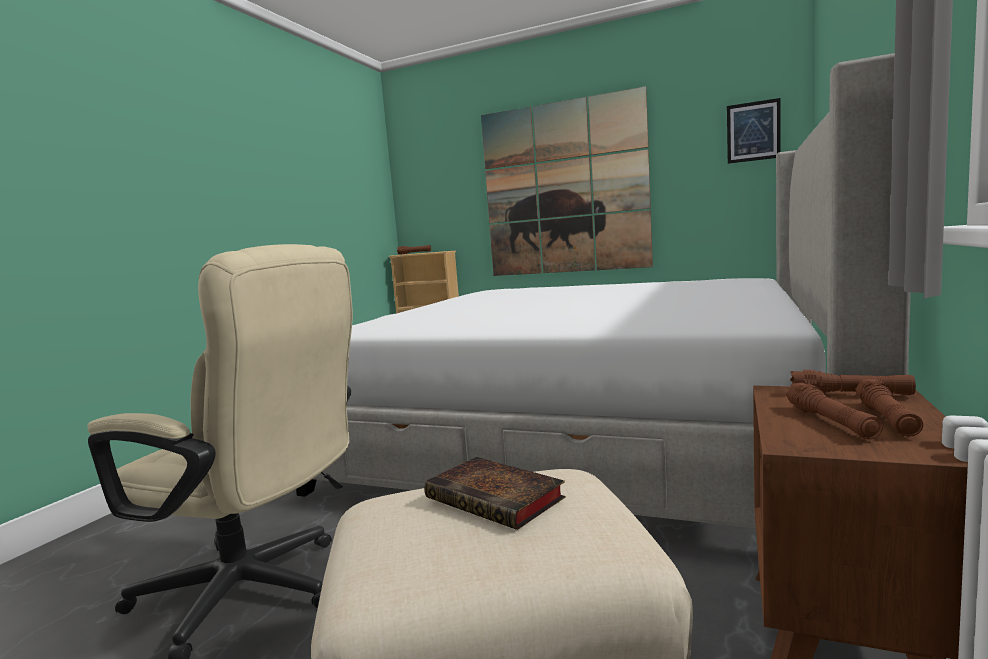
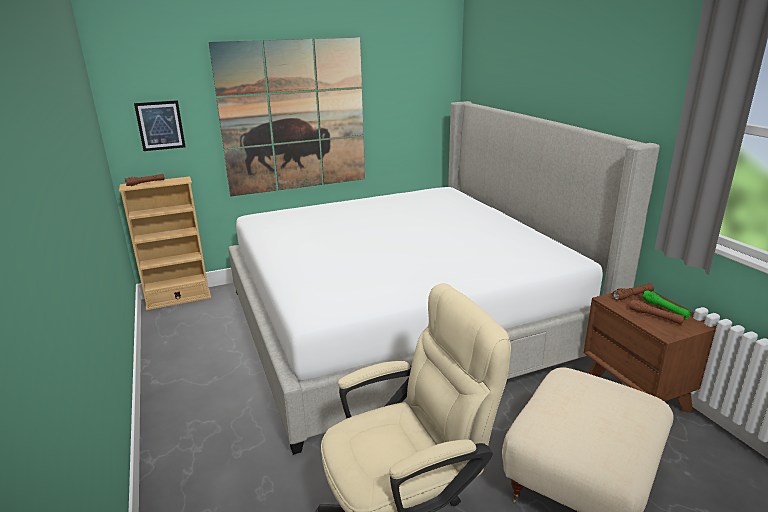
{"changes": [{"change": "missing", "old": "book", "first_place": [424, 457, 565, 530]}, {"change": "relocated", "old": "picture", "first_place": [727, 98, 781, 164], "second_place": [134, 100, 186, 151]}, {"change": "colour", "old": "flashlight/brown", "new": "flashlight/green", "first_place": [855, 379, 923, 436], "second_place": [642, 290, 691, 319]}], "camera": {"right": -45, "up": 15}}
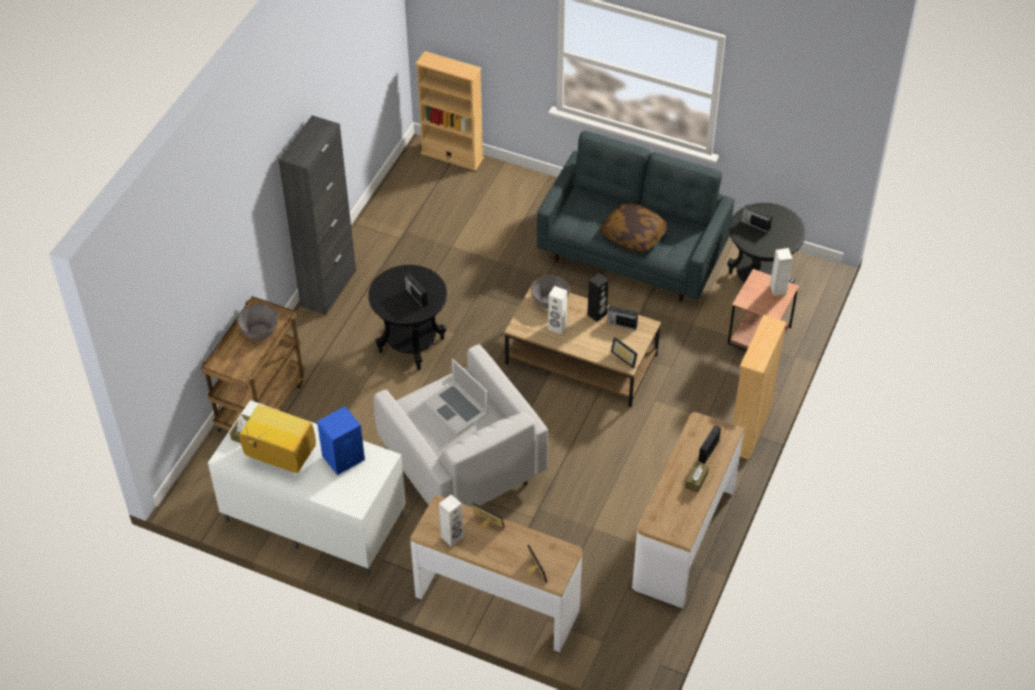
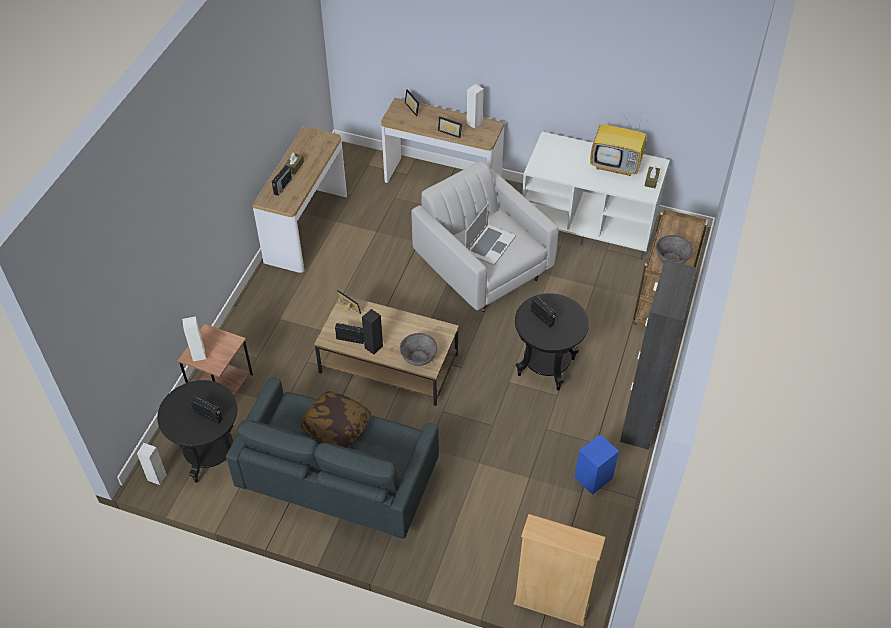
{"changes": [{"change": "relocated", "old": "speaker/blue", "first_place": [317, 406, 365, 475], "second_place": [574, 434, 619, 495]}, {"change": "spun", "old": "laptop", "first_place": [423, 358, 488, 435], "second_place": [465, 203, 516, 265], "degrees": 75}, {"change": "relocated", "old": "speaker/white", "first_place": [548, 286, 567, 334], "second_place": [137, 443, 167, 485]}, {"change": "missing", "old": "bookcase/beige", "first_place": [733, 315, 786, 460]}], "camera": {"right": 175, "up": 0}}
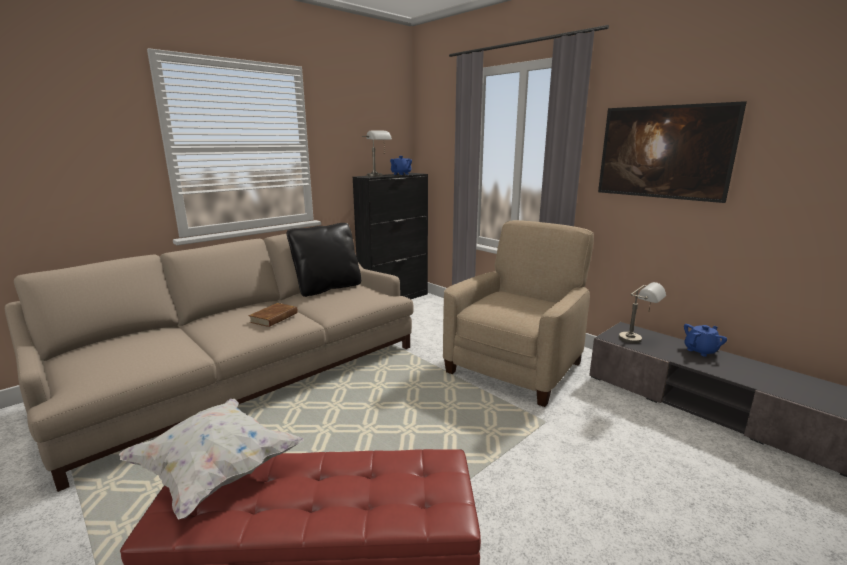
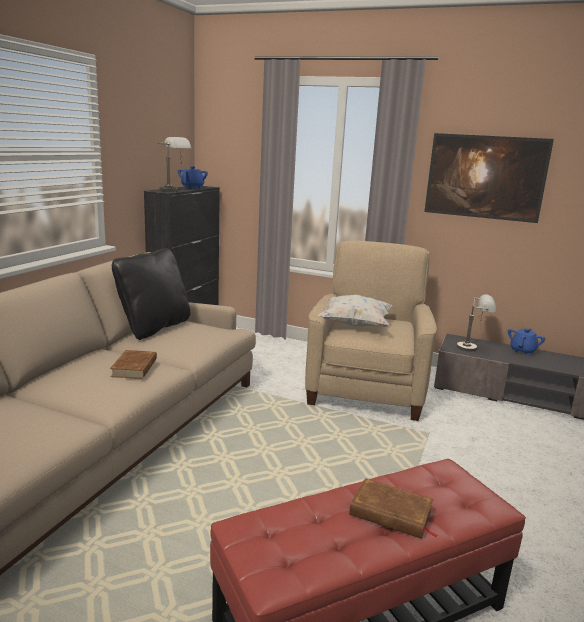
{"changes": [{"change": "relocated", "old": "pillow/white", "first_place": [119, 399, 304, 520], "second_place": [318, 295, 392, 327]}, {"change": "appeared", "new": "book/brown", "second_place": [349, 478, 439, 539]}], "camera": {"right": -25, "up": 0}}
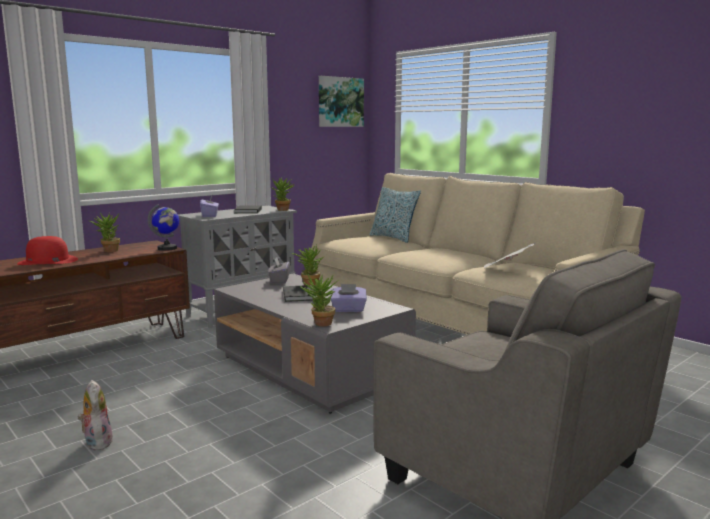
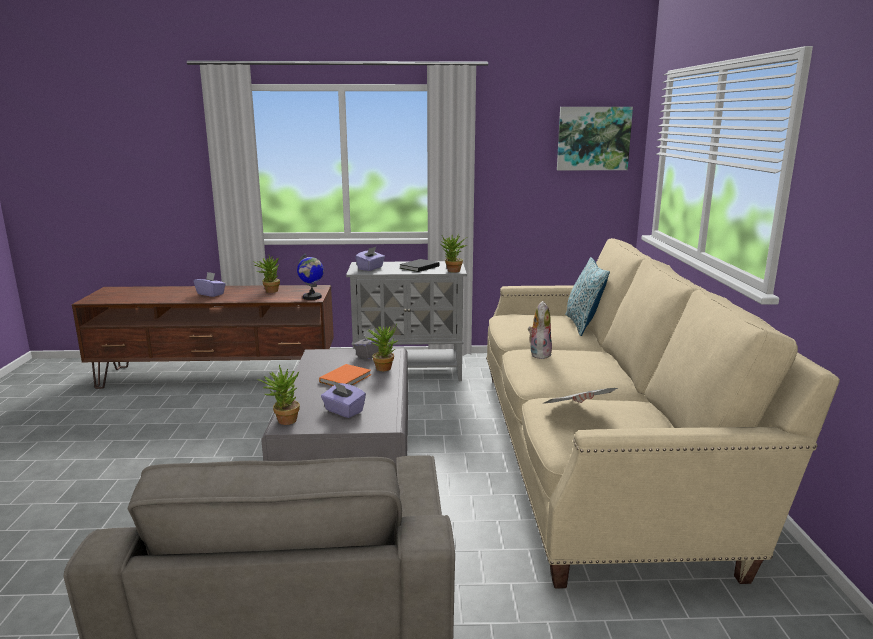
{"changes": [{"change": "exchanged", "old": "hat/red", "new": "tissue box/purple", "first_place": [17, 236, 78, 265], "second_place": [193, 272, 226, 297]}, {"change": "relocated", "old": "plush toy", "first_place": [78, 380, 113, 450], "second_place": [528, 301, 552, 359]}, {"change": "colour", "old": "book/black", "new": "book/orange", "first_place": [283, 285, 314, 302], "second_place": [319, 364, 371, 386]}], "camera": {"right": 40, "up": 5}}
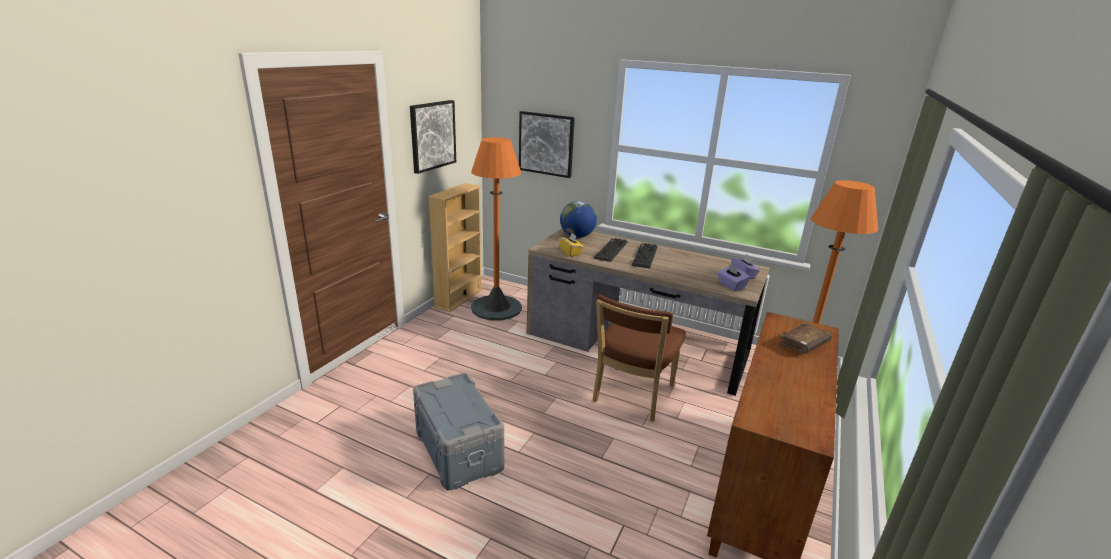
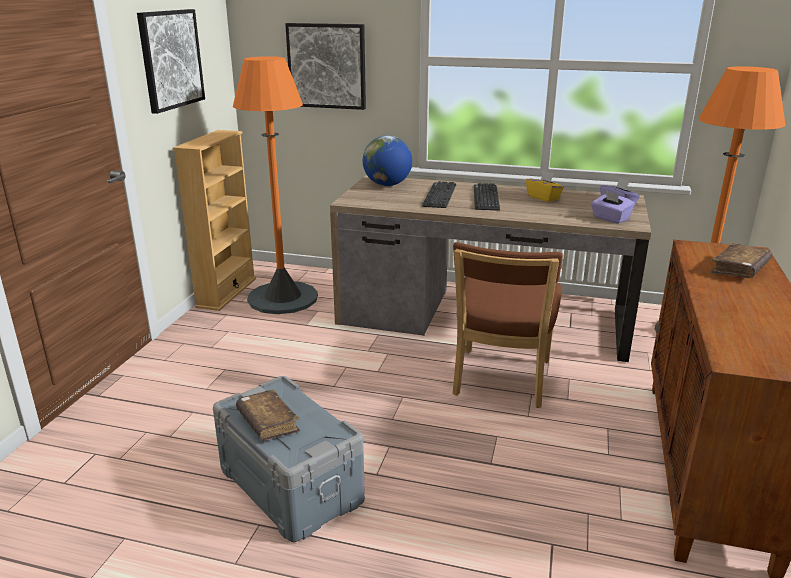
{"changes": [{"change": "relocated", "old": "tissue box/yellow", "first_place": [559, 233, 584, 257], "second_place": [526, 171, 564, 202]}, {"change": "appeared", "new": "book/brown", "second_place": [236, 389, 300, 440]}], "camera": {"right": -10, "up": 0}}
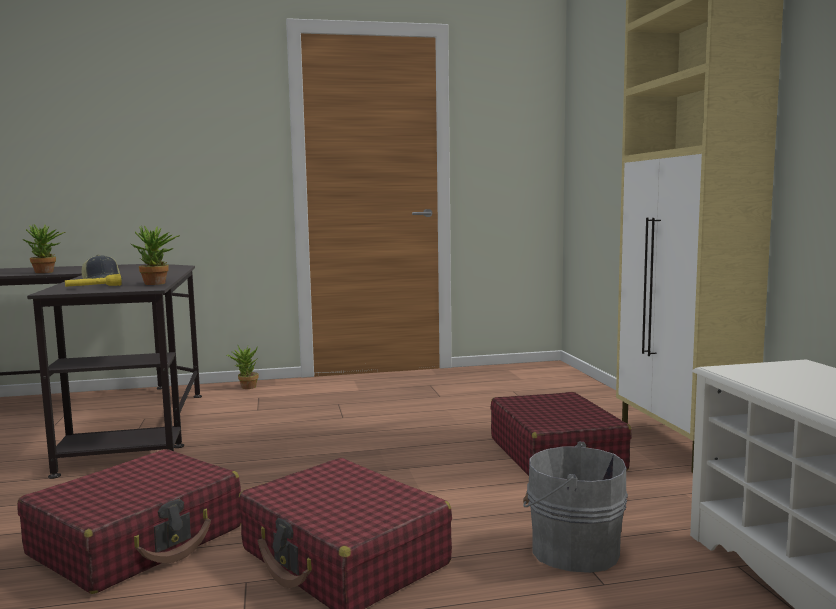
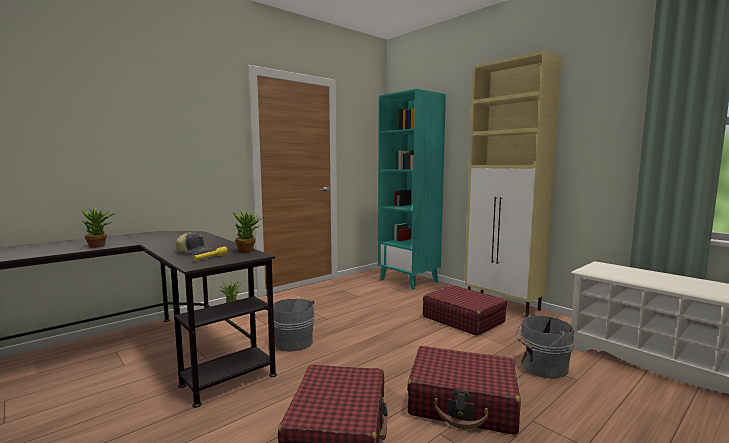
{"changes": [{"change": "appeared", "new": "bucket/grey", "second_place": [273, 299, 315, 352]}, {"change": "appeared", "new": "bookcase/turquoise", "second_place": [378, 89, 446, 290]}], "camera": {"right": -30, "up": 0}}
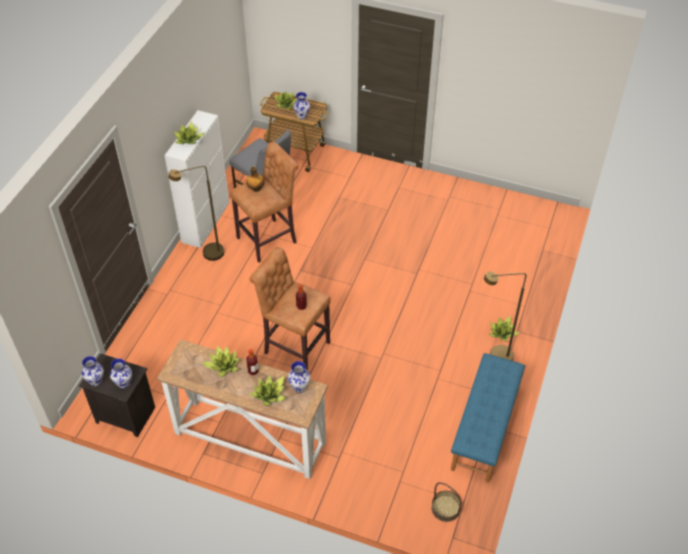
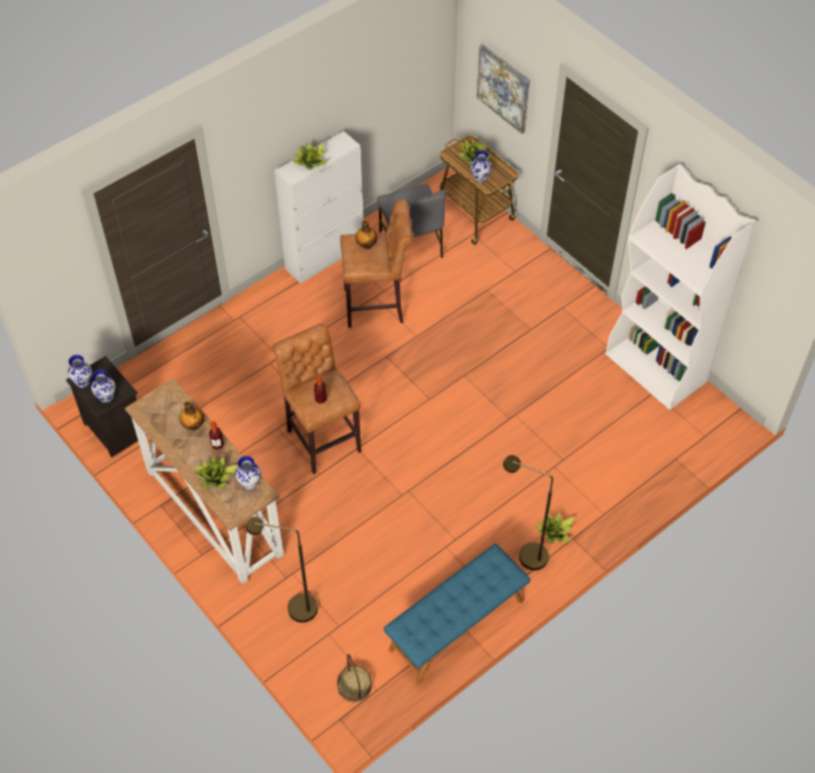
{"changes": [{"change": "relocated", "old": "floor lamp/brown", "first_place": [168, 166, 224, 261], "second_place": [245, 517, 318, 623]}, {"change": "exchanged", "old": "potted plant", "new": "bottle", "first_place": [201, 346, 239, 377], "second_place": [179, 401, 204, 430]}, {"change": "appeared", "new": "picture", "second_place": [477, 43, 530, 134]}, {"change": "appeared", "new": "bookcase/white", "second_place": [606, 164, 756, 410]}], "camera": {"right": 30, "up": 5}}
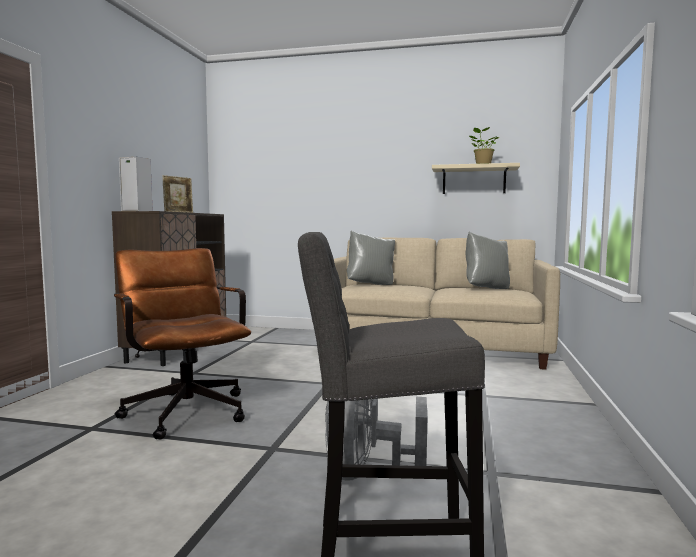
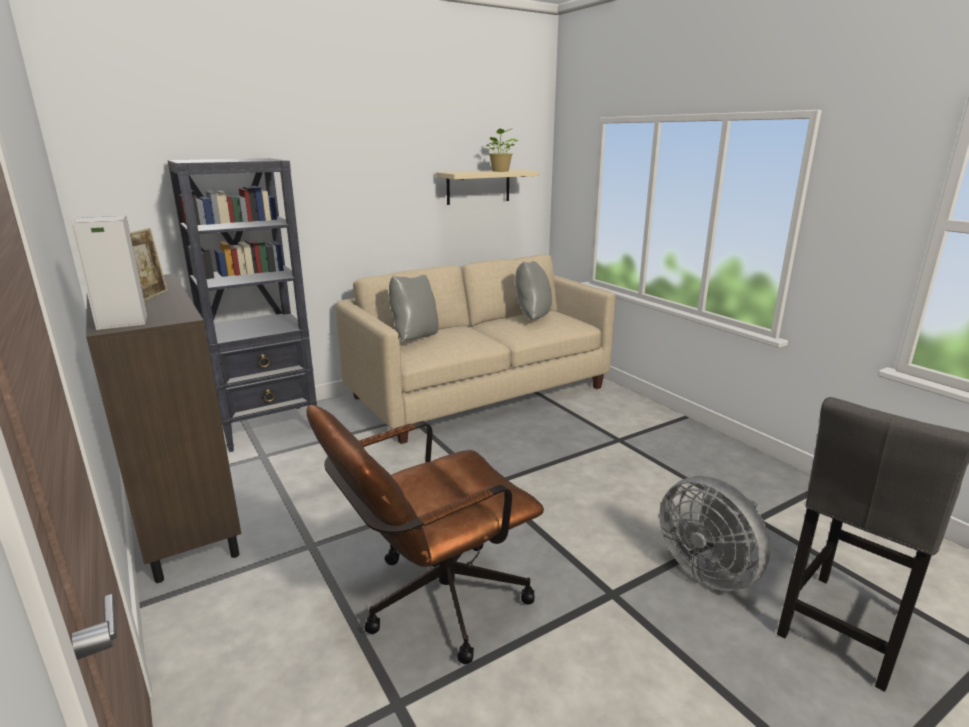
{"changes": [{"change": "spun", "old": "office chair/brown", "first_place": [114, 248, 251, 439], "second_place": [307, 405, 544, 664], "degrees": -45}, {"change": "appeared", "new": "bookcase/black", "second_place": [167, 158, 317, 452]}], "camera": {"right": -45, "up": 15}}
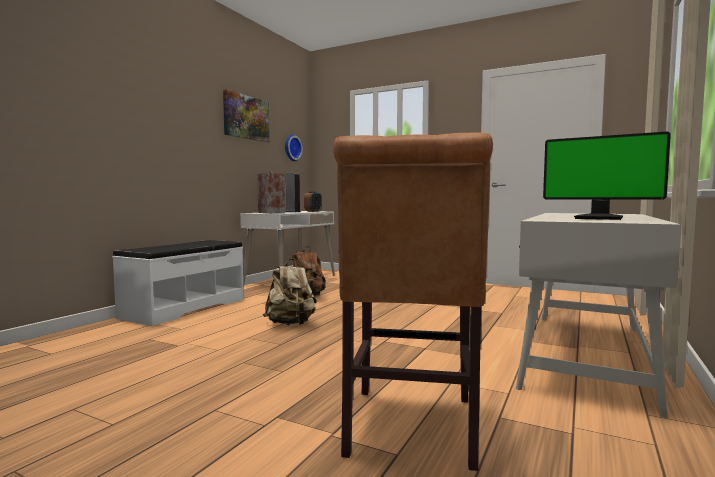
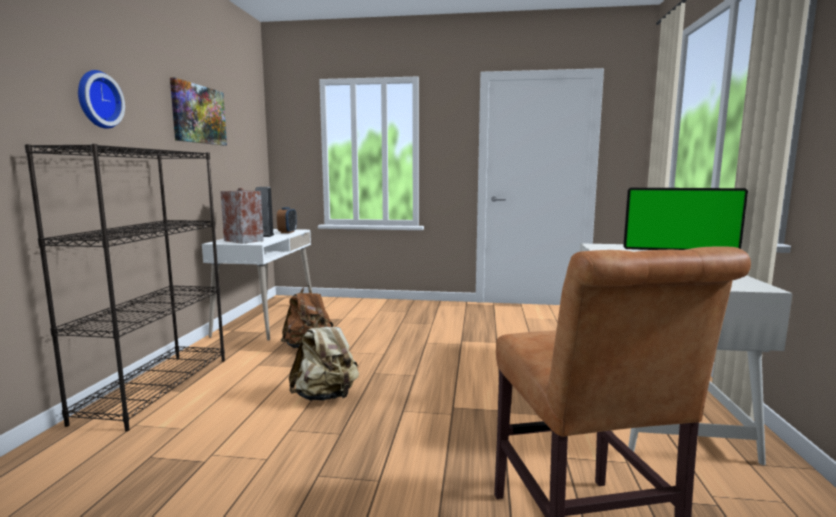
{"changes": [{"change": "exchanged", "old": "bench/white", "new": "bookcase/black", "first_place": [112, 240, 244, 326], "second_place": [25, 144, 225, 431]}, {"change": "relocated", "old": "wall clock", "first_place": [285, 134, 303, 161], "second_place": [78, 70, 125, 129]}], "camera": {"right": -20, "up": 5}}
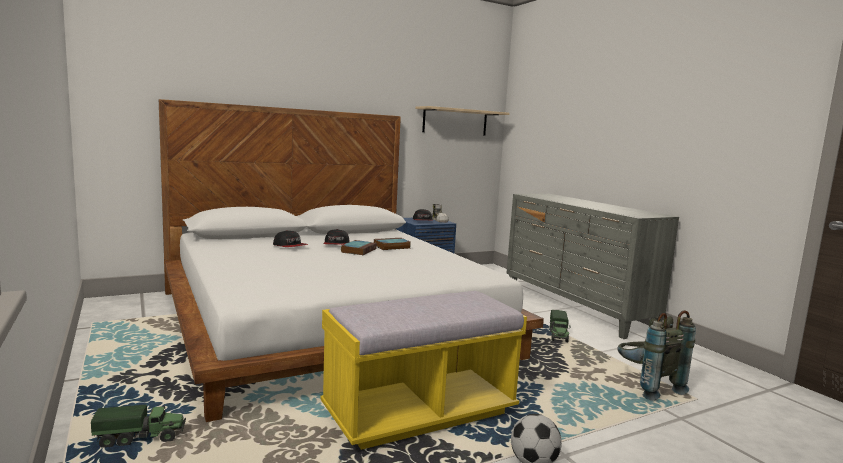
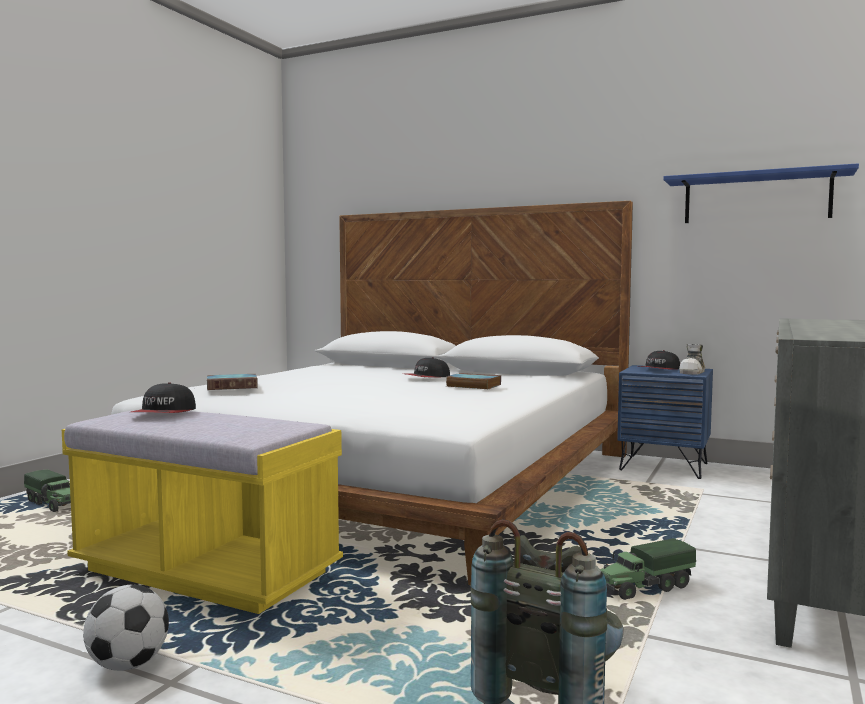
{"changes": [{"change": "relocated", "old": "cap", "first_place": [273, 230, 308, 247], "second_place": [131, 382, 196, 413]}, {"change": "relocated", "old": "book", "first_place": [341, 240, 377, 255], "second_place": [207, 374, 258, 390]}, {"change": "colour", "old": "shelf/beige", "new": "shelf/blue", "first_place": [415, 106, 510, 136], "second_place": [663, 163, 859, 223]}], "camera": {"right": 55, "up": -5}}
